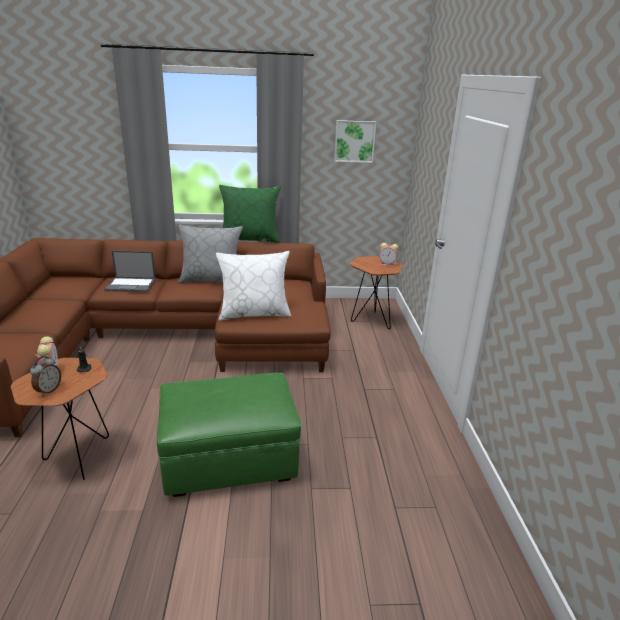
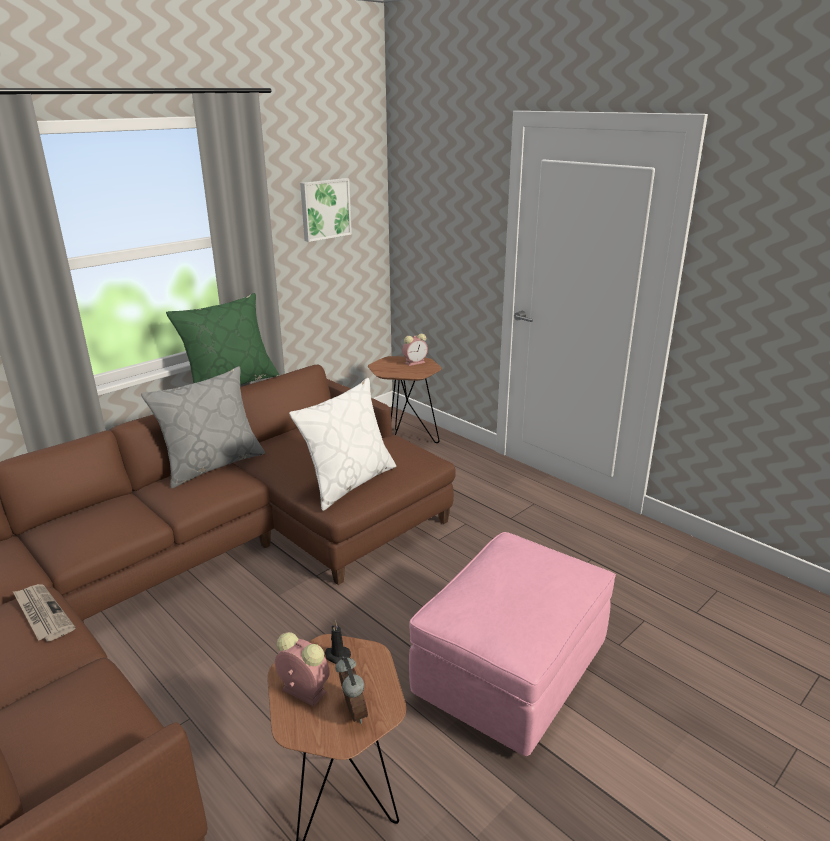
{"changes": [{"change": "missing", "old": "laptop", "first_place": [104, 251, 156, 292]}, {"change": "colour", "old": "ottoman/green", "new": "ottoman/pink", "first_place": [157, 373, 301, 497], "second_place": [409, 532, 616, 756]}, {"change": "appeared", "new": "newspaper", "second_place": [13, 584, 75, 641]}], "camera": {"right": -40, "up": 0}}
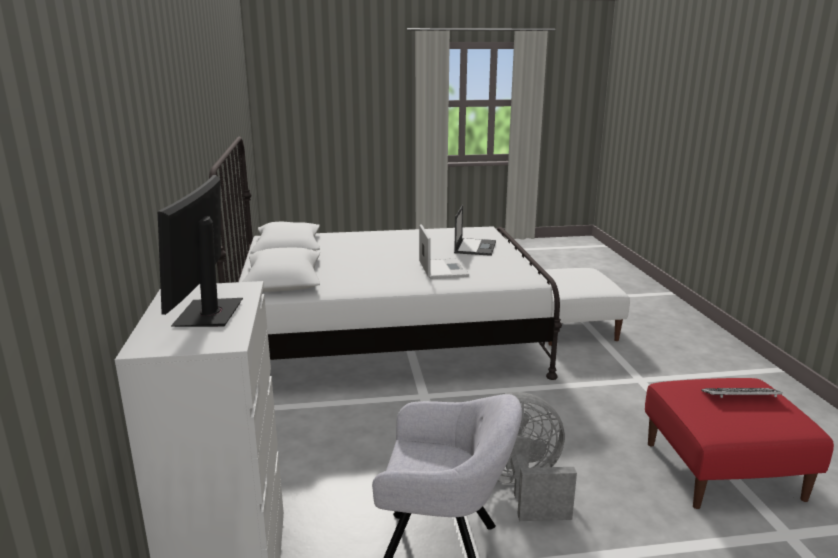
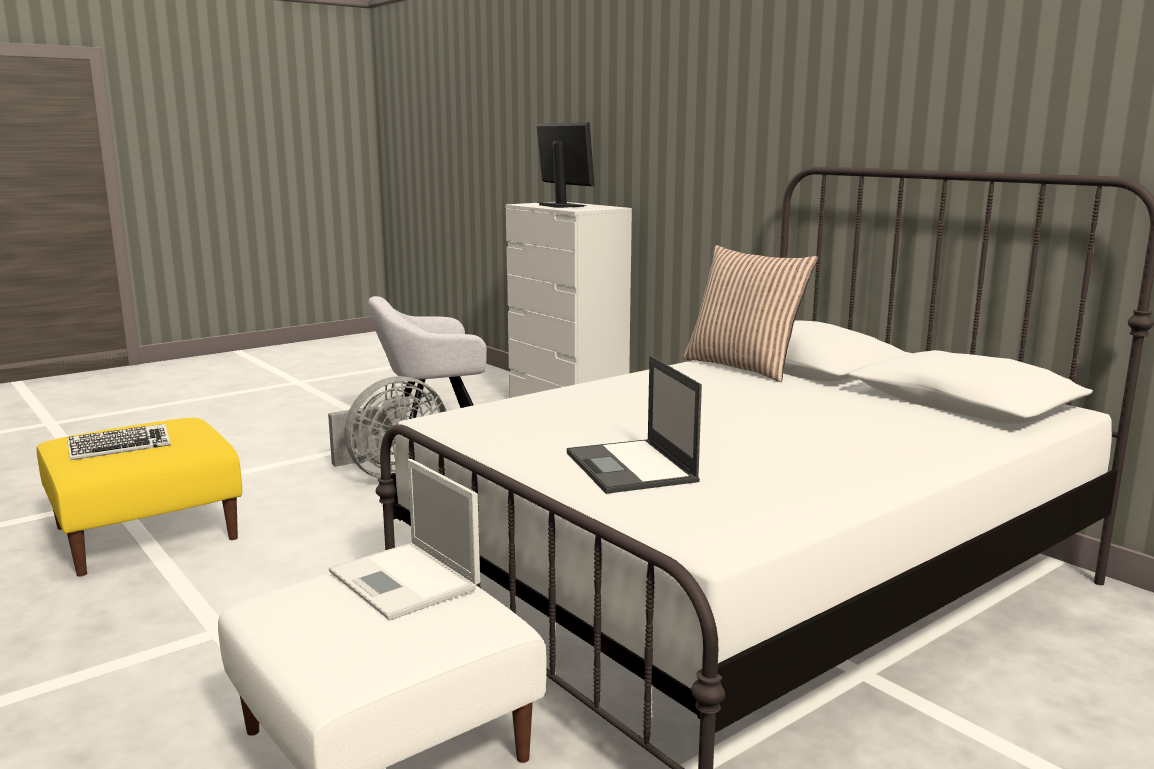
{"changes": [{"change": "relocated", "old": "laptop", "first_place": [419, 224, 469, 279], "second_place": [329, 459, 480, 620]}, {"change": "colour", "old": "ottoman/red", "new": "ottoman/yellow", "first_place": [645, 378, 834, 509], "second_place": [37, 418, 242, 576]}, {"change": "appeared", "new": "pillow", "second_place": [682, 245, 818, 382]}], "camera": {"right": 150, "up": -5}}
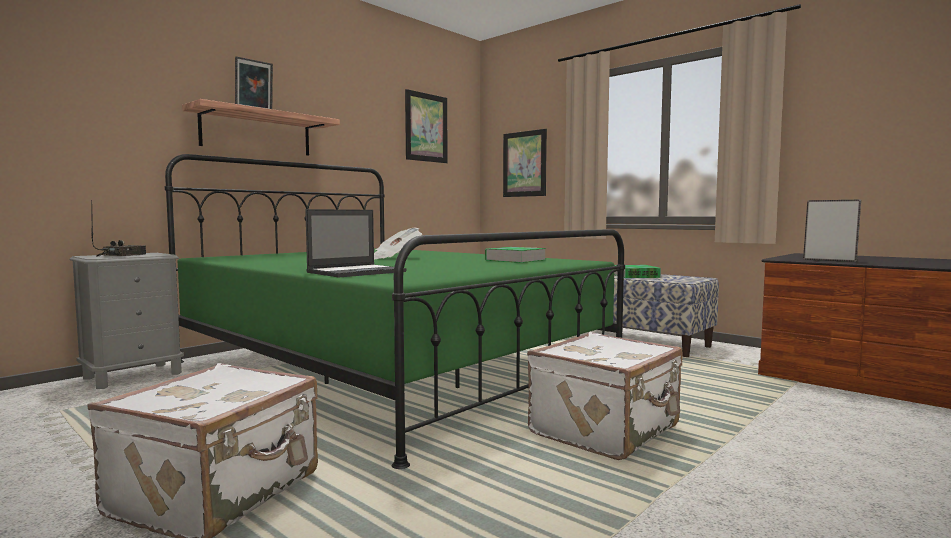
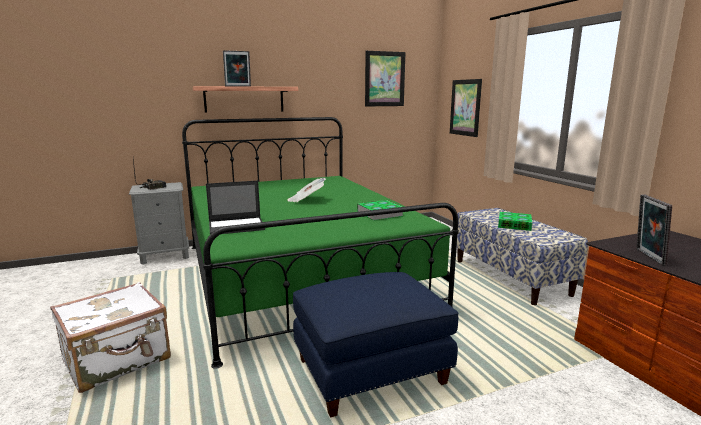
{"changes": [{"change": "exchanged", "old": "suitcase/white", "new": "ottoman/blue", "first_place": [527, 332, 683, 460], "second_place": [293, 272, 459, 418]}, {"change": "spun", "old": "picture frame", "first_place": [803, 200, 861, 262], "second_place": [636, 194, 672, 266], "degrees": -150}], "camera": {"right": 25, "up": 10}}
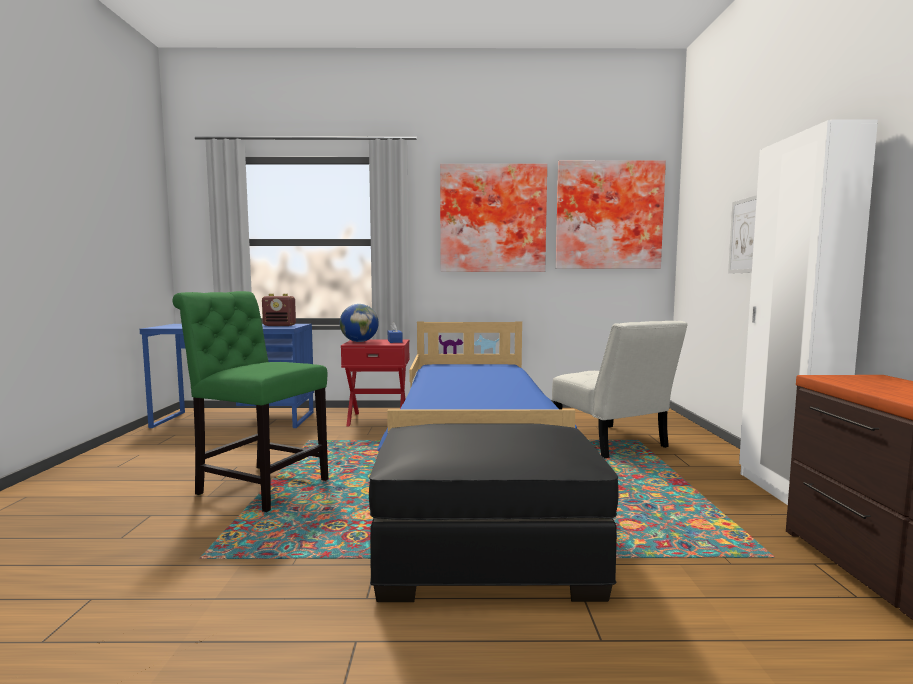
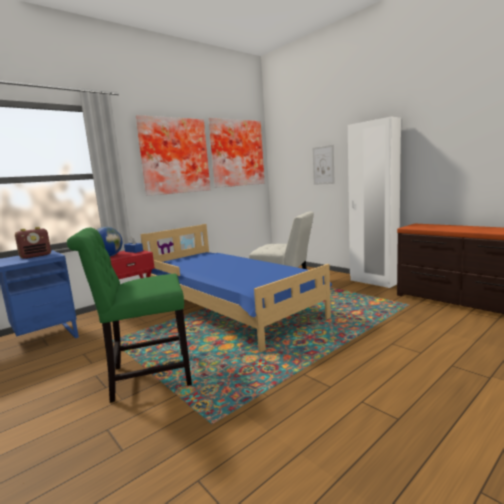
{"changes": [{"change": "missing", "old": "ottoman/black", "first_place": [369, 423, 619, 602]}], "camera": {"right": -40, "up": 5}}
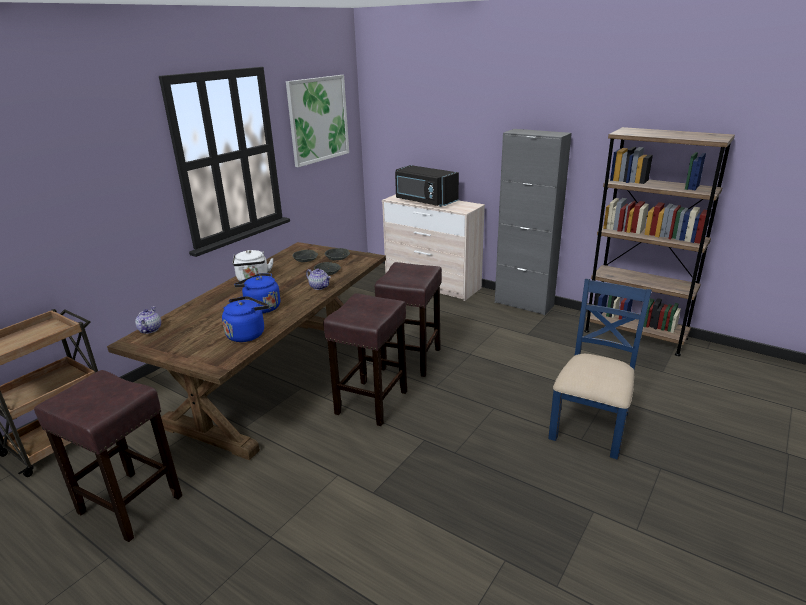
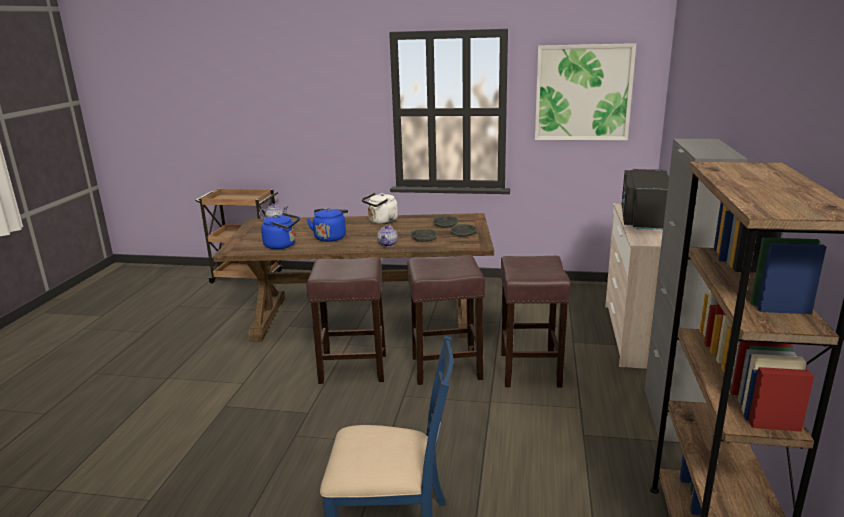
{"changes": [{"change": "relocated", "old": "stool/brown", "first_place": [34, 370, 182, 542], "second_place": [501, 256, 571, 388]}], "camera": {"right": 65, "up": -5}}
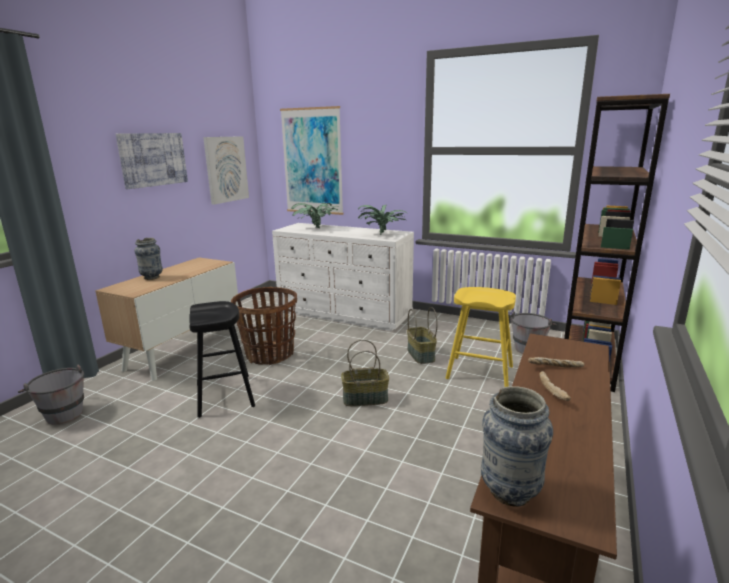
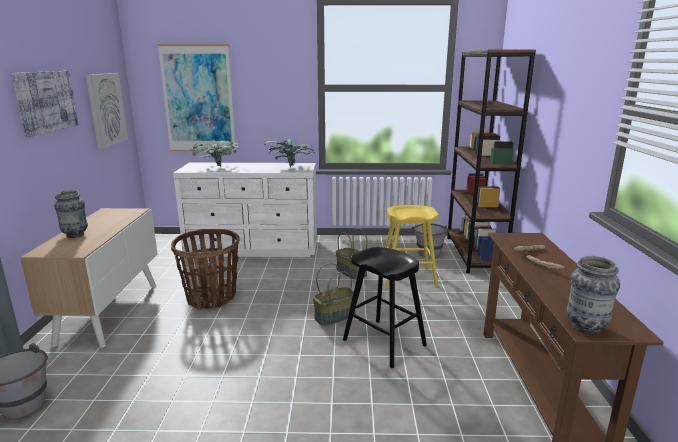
{"changes": [{"change": "relocated", "old": "stool/black", "first_place": [189, 301, 255, 418], "second_place": [343, 247, 427, 368]}], "camera": {"right": -25, "up": 0}}
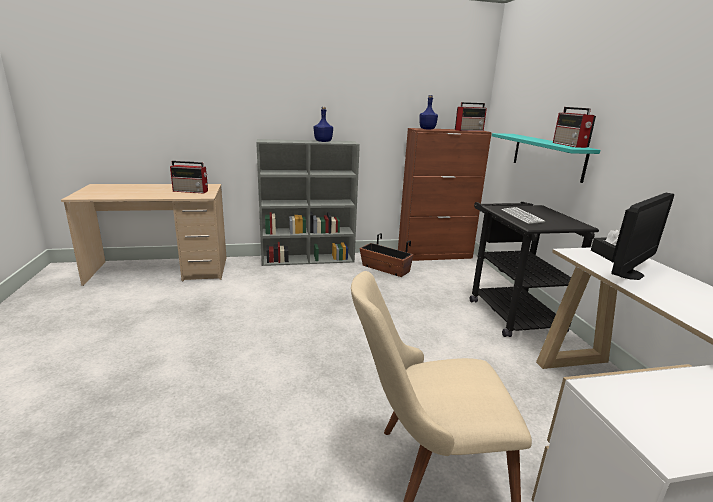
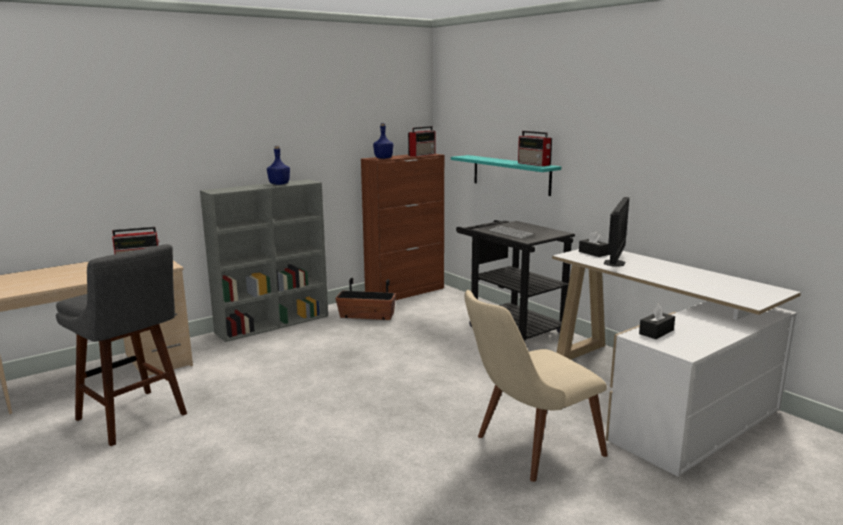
{"changes": [{"change": "appeared", "new": "stool/grey", "second_place": [56, 244, 187, 446]}, {"change": "appeared", "new": "tissue box/black", "second_place": [639, 304, 675, 339]}], "camera": {"right": -25, "up": -5}}
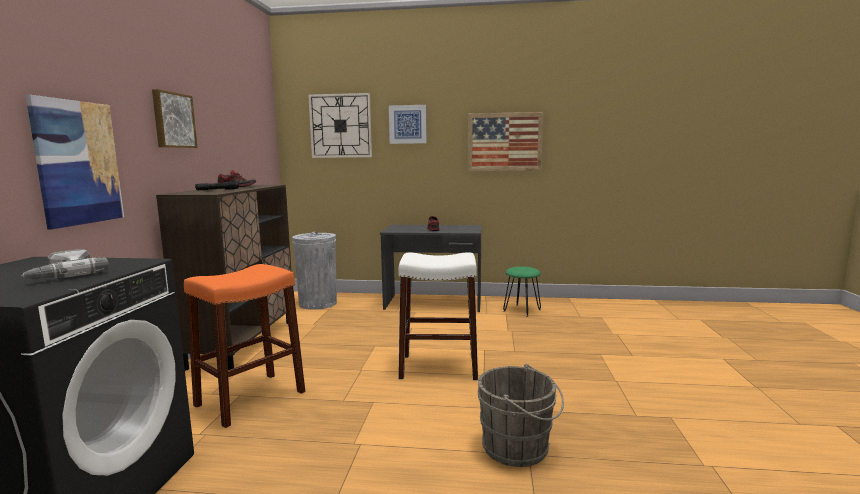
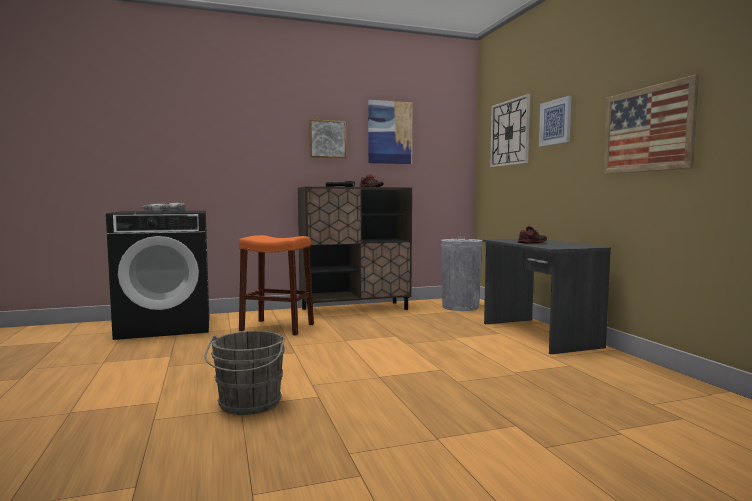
{"changes": [{"change": "relocated", "old": "picture", "first_place": [26, 95, 124, 229], "second_place": [368, 100, 413, 164]}, {"change": "missing", "old": "stool/white", "first_place": [398, 252, 478, 380]}, {"change": "missing", "old": "stool/green", "first_place": [503, 267, 541, 317]}], "camera": {"right": 65, "up": -5}}
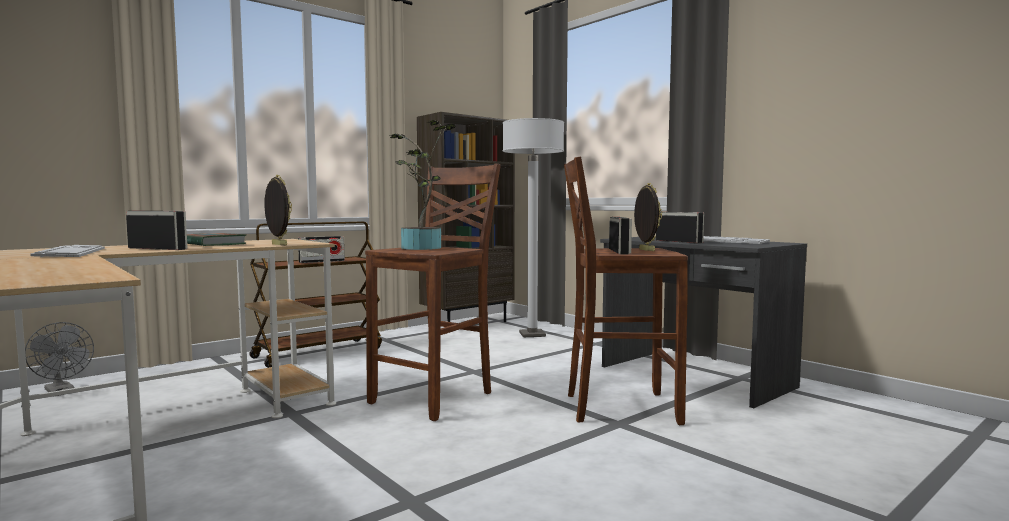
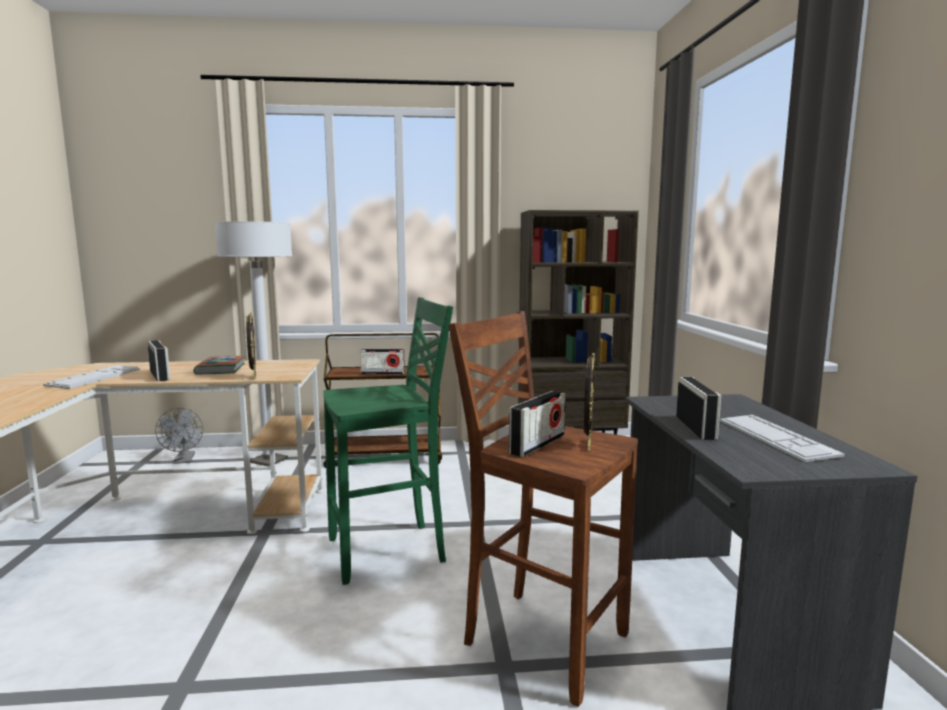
{"changes": [{"change": "colour", "old": "stool/brown", "new": "stool/green", "first_place": [365, 164, 501, 421], "second_place": [323, 297, 453, 585]}, {"change": "missing", "old": "potted plant", "first_place": [389, 120, 455, 250]}, {"change": "relocated", "old": "floor lamp/white", "first_place": [503, 118, 564, 337], "second_place": [214, 221, 293, 466]}], "camera": {"right": 35, "up": 5}}
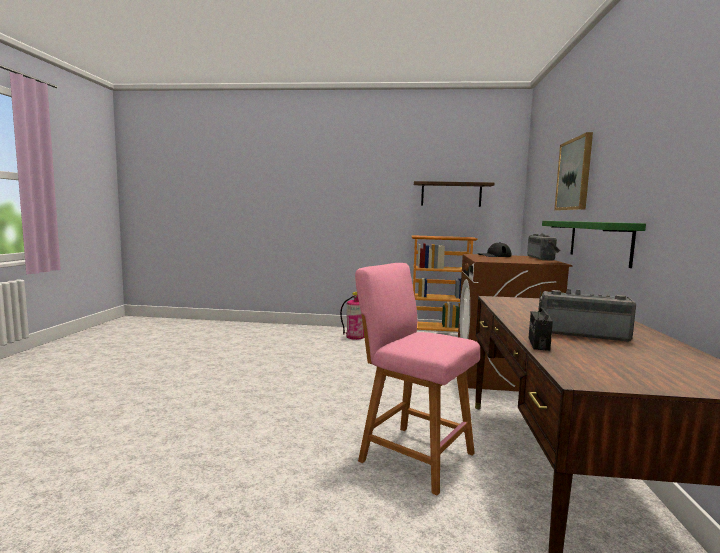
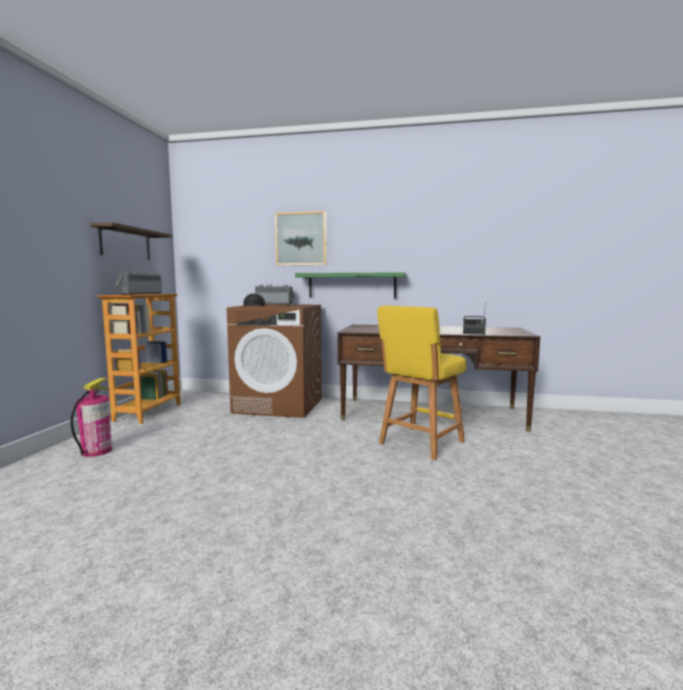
{"changes": [{"change": "colour", "old": "stool/pink", "new": "stool/yellow", "first_place": [355, 263, 480, 495], "second_place": [377, 306, 466, 460]}, {"change": "relocated", "old": "radio", "first_place": [539, 289, 636, 342], "second_place": [115, 271, 162, 295]}], "camera": {"right": -85, "up": 0}}
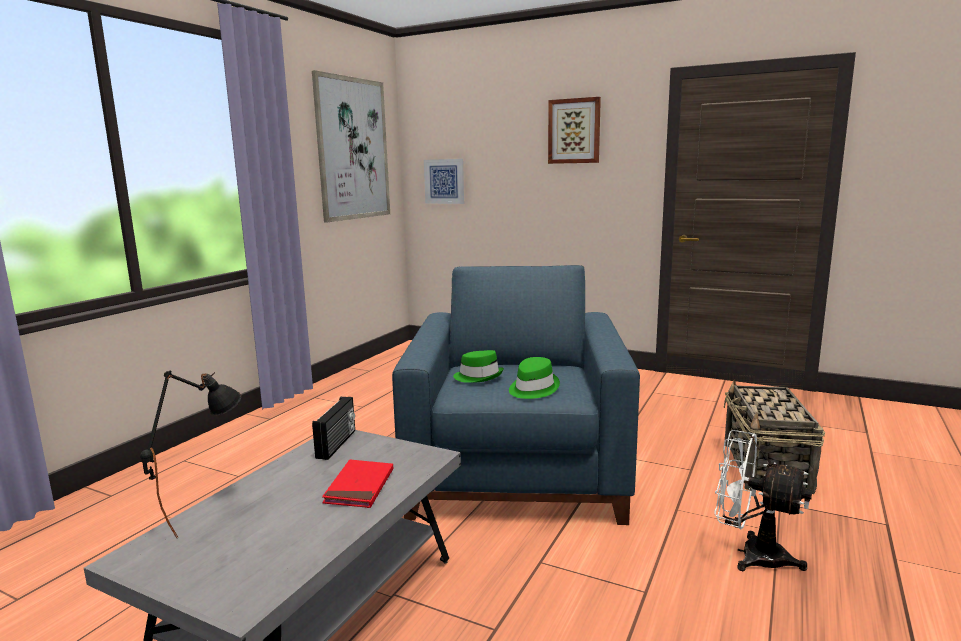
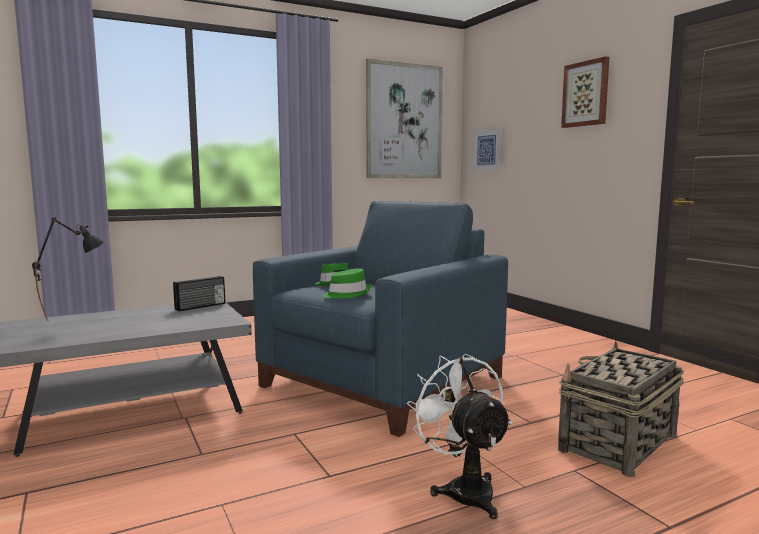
{"changes": [{"change": "missing", "old": "book/red", "first_place": [322, 460, 393, 508]}], "camera": {"right": 35, "up": -5}}
